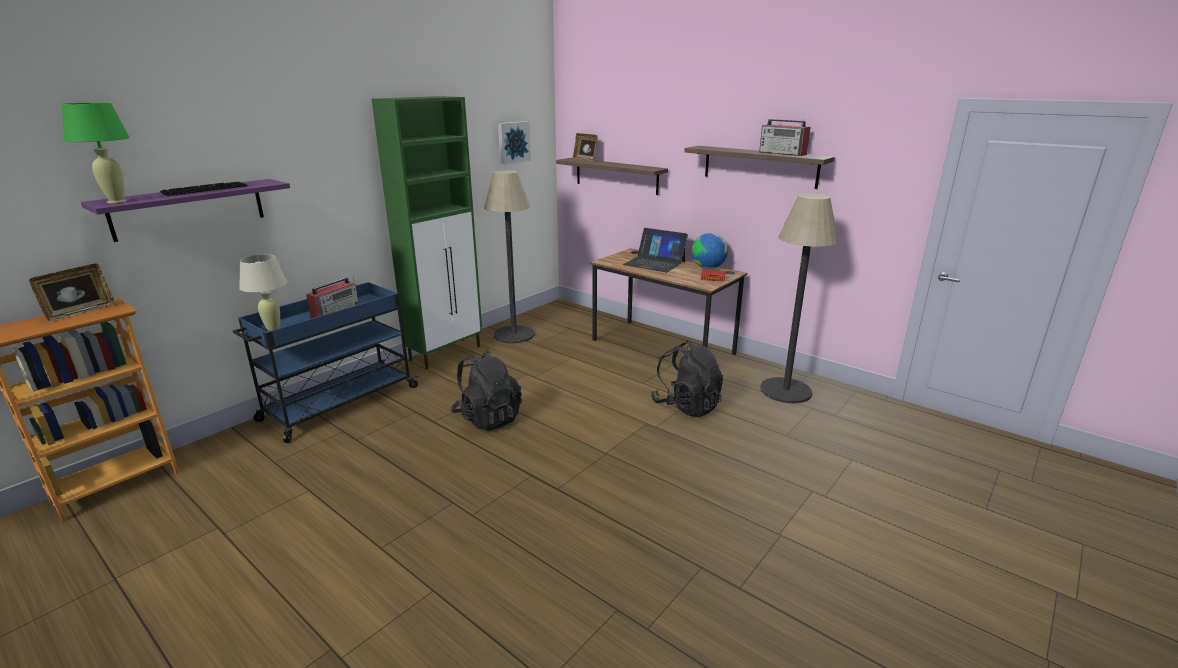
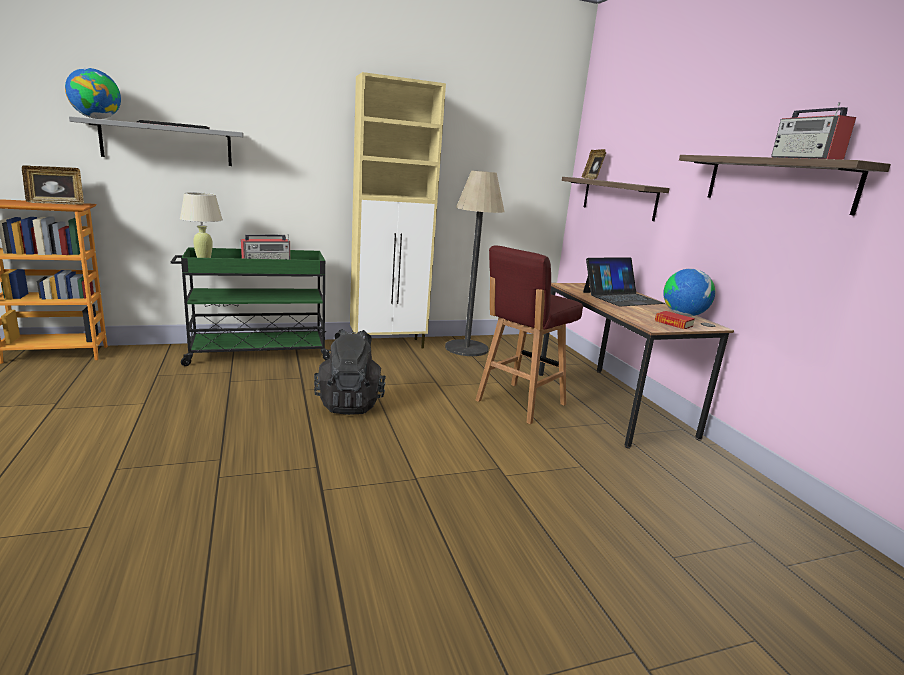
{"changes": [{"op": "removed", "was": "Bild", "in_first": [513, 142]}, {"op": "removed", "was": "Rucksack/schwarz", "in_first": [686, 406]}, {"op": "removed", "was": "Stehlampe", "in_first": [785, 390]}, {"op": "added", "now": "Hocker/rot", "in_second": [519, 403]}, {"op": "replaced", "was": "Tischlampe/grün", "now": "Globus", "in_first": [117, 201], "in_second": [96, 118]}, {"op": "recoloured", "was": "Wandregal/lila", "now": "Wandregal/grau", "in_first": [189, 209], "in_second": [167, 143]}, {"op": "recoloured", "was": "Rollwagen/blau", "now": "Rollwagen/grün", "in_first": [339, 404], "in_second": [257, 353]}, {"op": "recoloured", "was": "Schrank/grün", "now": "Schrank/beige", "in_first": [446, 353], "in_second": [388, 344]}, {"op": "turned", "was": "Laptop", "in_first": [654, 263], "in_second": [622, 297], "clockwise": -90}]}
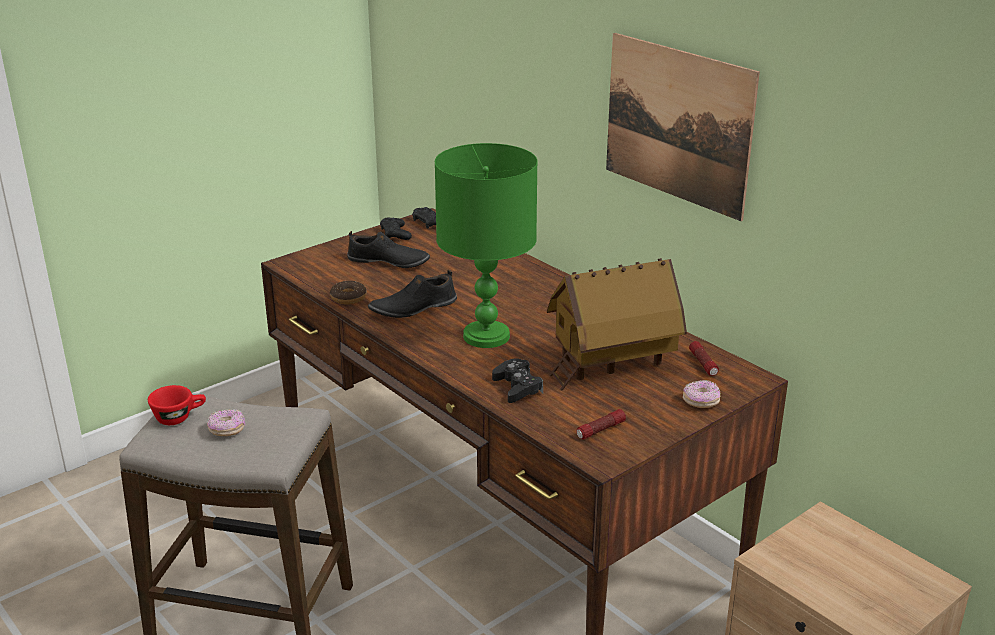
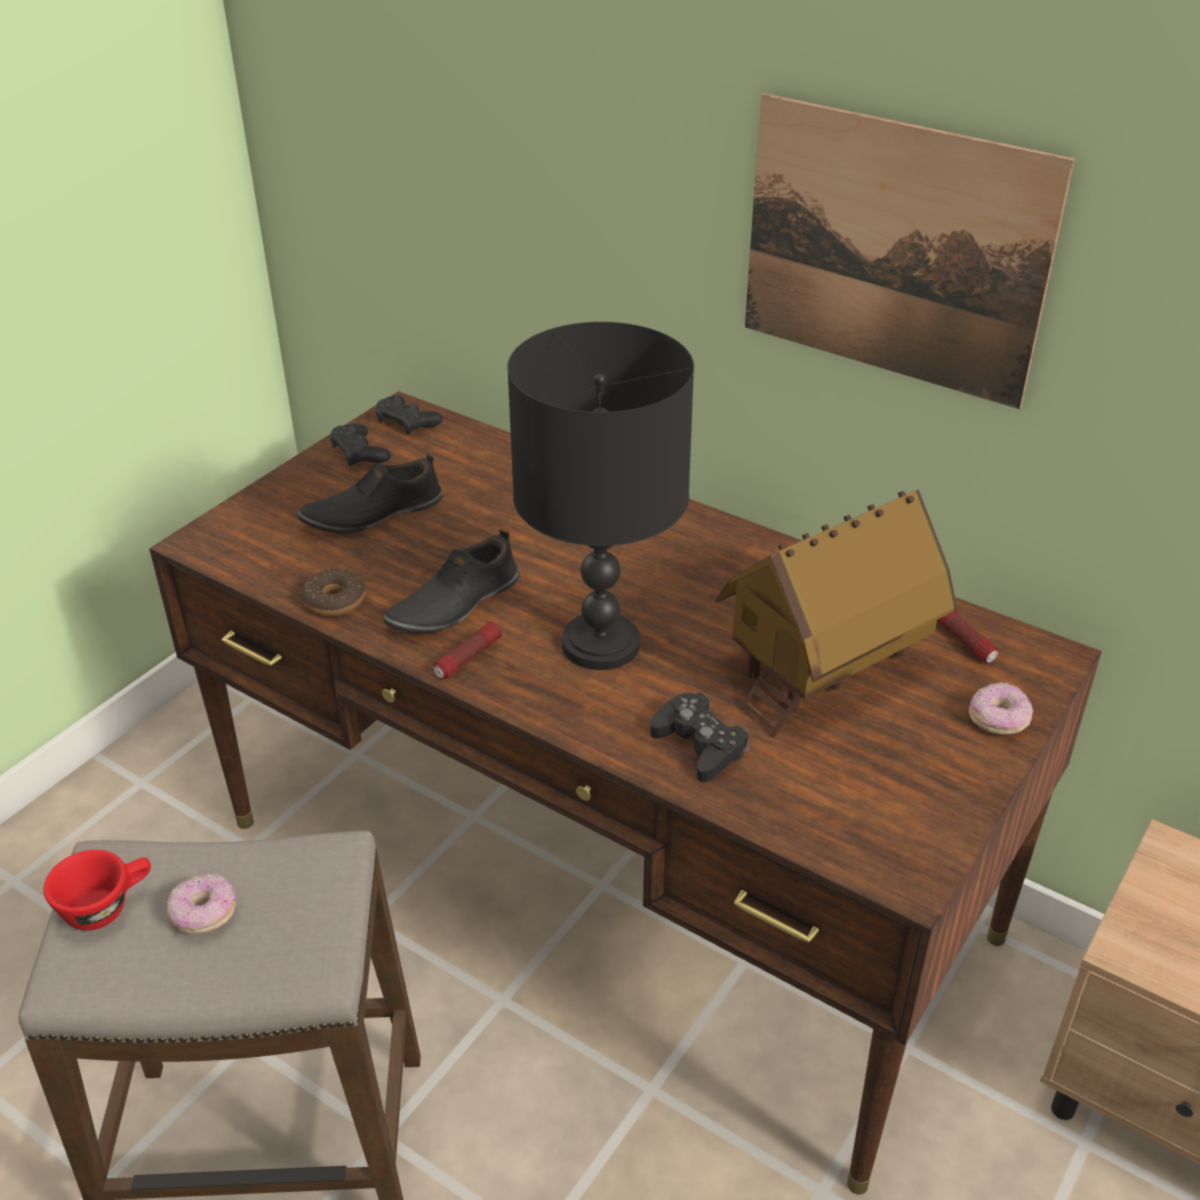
{"changes": [{"op": "moved", "was": "Taschenlampe", "in_first": [600, 430], "in_second": [468, 658]}, {"op": "recoloured", "was": "Tischlampe/grün", "now": "Tischlampe/schwarz", "in_first": [487, 336], "in_second": [602, 643]}, {"op": "turned", "was": "Schuh/schwarz", "in_first": [388, 262], "in_second": [372, 513], "clockwise": 150}]}
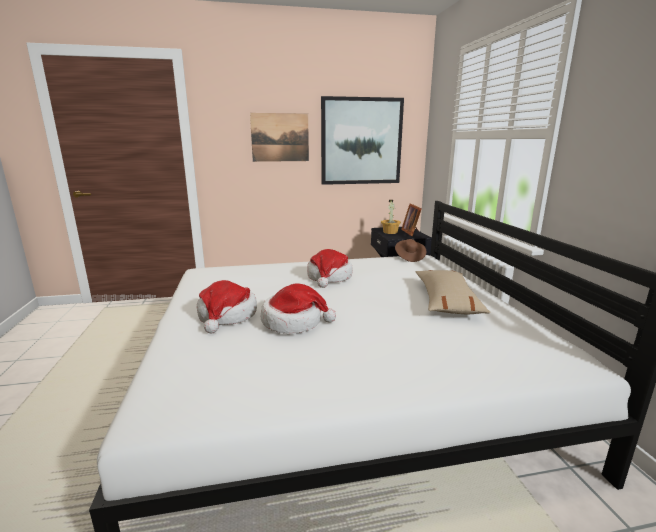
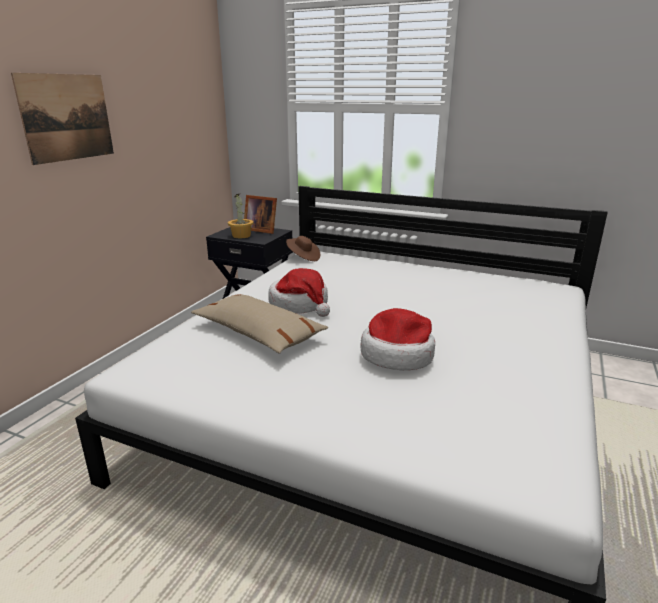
{"changes": [{"op": "removed", "was": "Hut", "in_first": [227, 316]}, {"op": "removed", "was": "Bild", "in_first": [361, 141]}, {"op": "moved", "was": "Kissen/beige", "in_first": [446, 301], "in_second": [258, 333]}]}
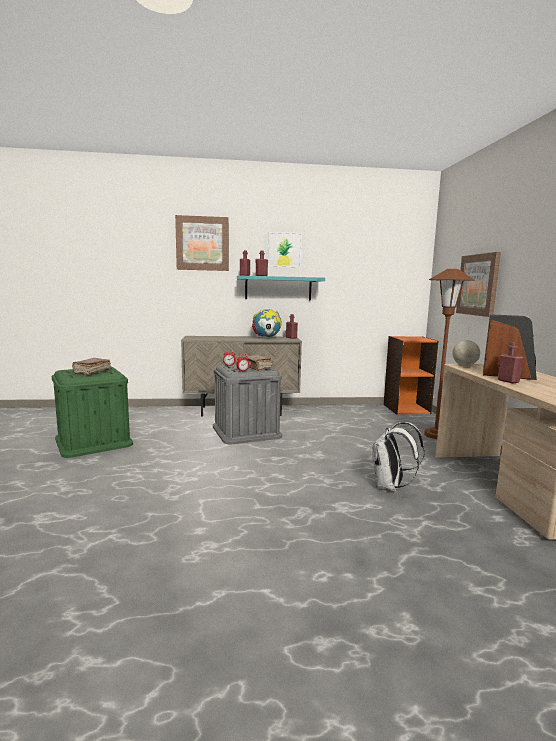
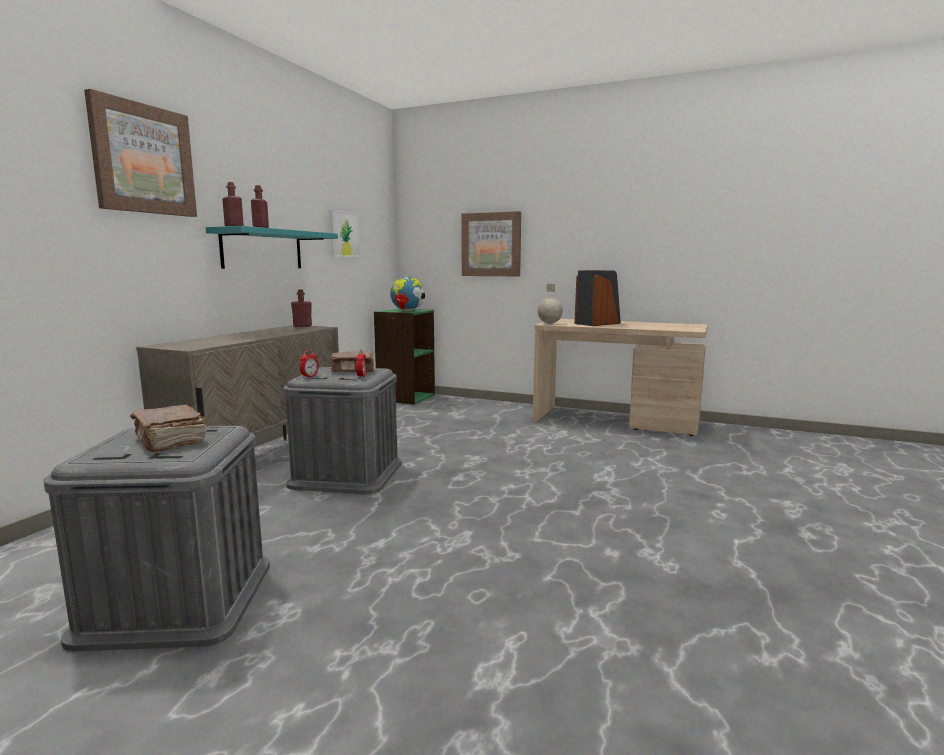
{"changes": [{"op": "removed", "was": "Rucksack/weiß", "in_first": [390, 487]}, {"op": "removed", "was": "Stehlampe/braun", "in_first": [436, 435]}, {"op": "removed", "was": "Flasche/rot", "in_first": [508, 381]}, {"op": "moved", "was": "Globus", "in_first": [266, 338], "in_second": [407, 311]}, {"op": "moved", "was": "Bild", "in_first": [284, 249], "in_second": [344, 234]}, {"op": "recoloured", "was": "Aufbewahrungsbox/grün", "now": "Aufbewahrungsbox/grau", "in_first": [93, 441], "in_second": [177, 599]}, {"op": "recoloured", "was": "Bücherregal/orange", "now": "Bücherregal/grün", "in_first": [406, 409], "in_second": [405, 397]}]}
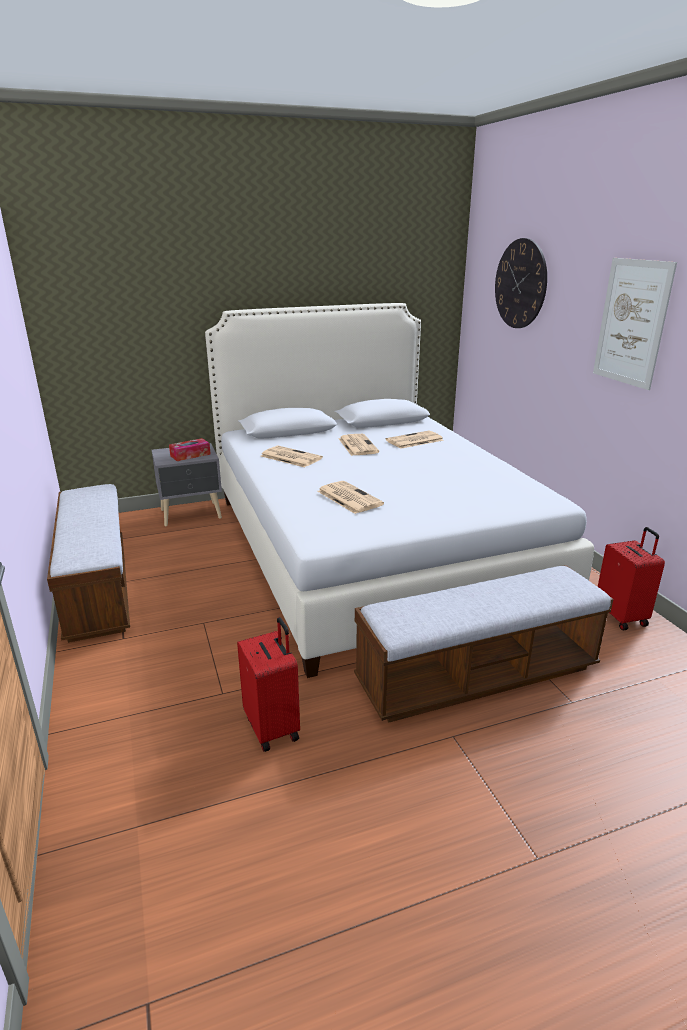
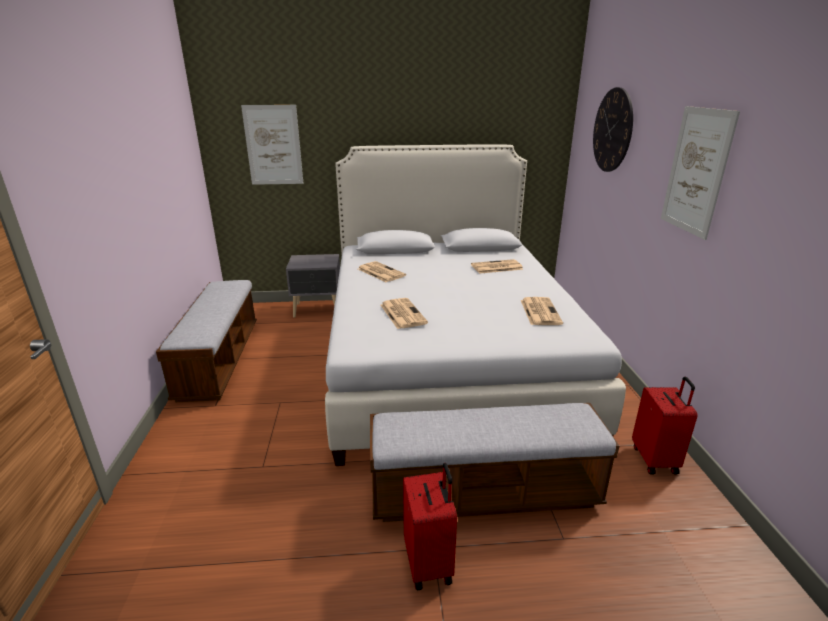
{"changes": [{"op": "removed", "was": "Taschentuchbox", "in_first": [190, 455]}, {"op": "added", "now": "Bild", "in_second": [273, 145]}, {"op": "moved", "was": "Koffer/rot", "in_first": [273, 727], "in_second": [429, 563]}, {"op": "moved", "was": "Zeitung", "in_first": [357, 445], "in_second": [539, 311]}]}
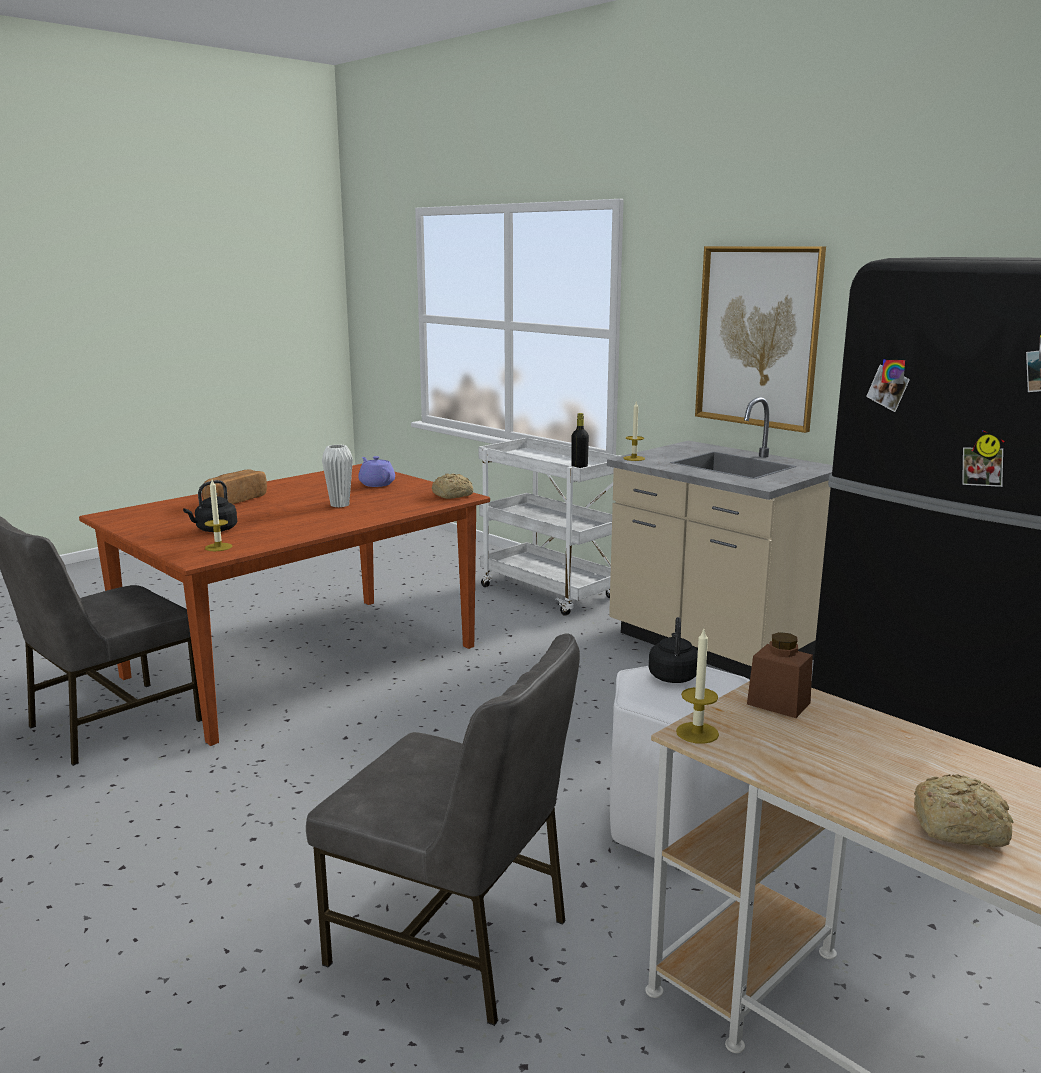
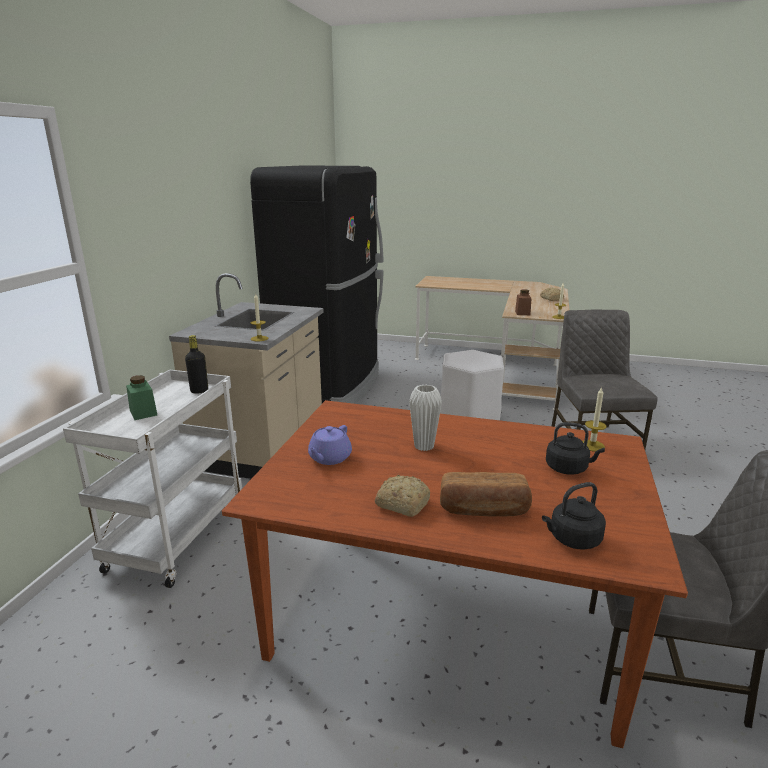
{"changes": [{"op": "removed", "was": "Bild", "in_first": [758, 337]}, {"op": "added", "now": "Vorratsglas/grün", "in_second": [143, 413]}, {"op": "moved", "was": "Brot", "in_first": [453, 495], "in_second": [402, 503]}, {"op": "moved", "was": "Wasserkessel/schwarz", "in_first": [673, 675], "in_second": [572, 539]}]}
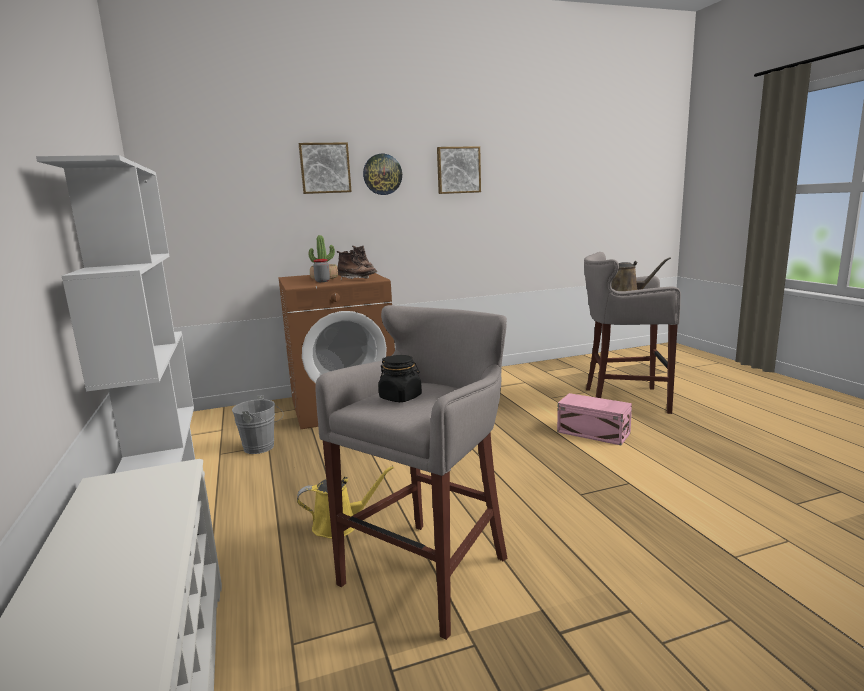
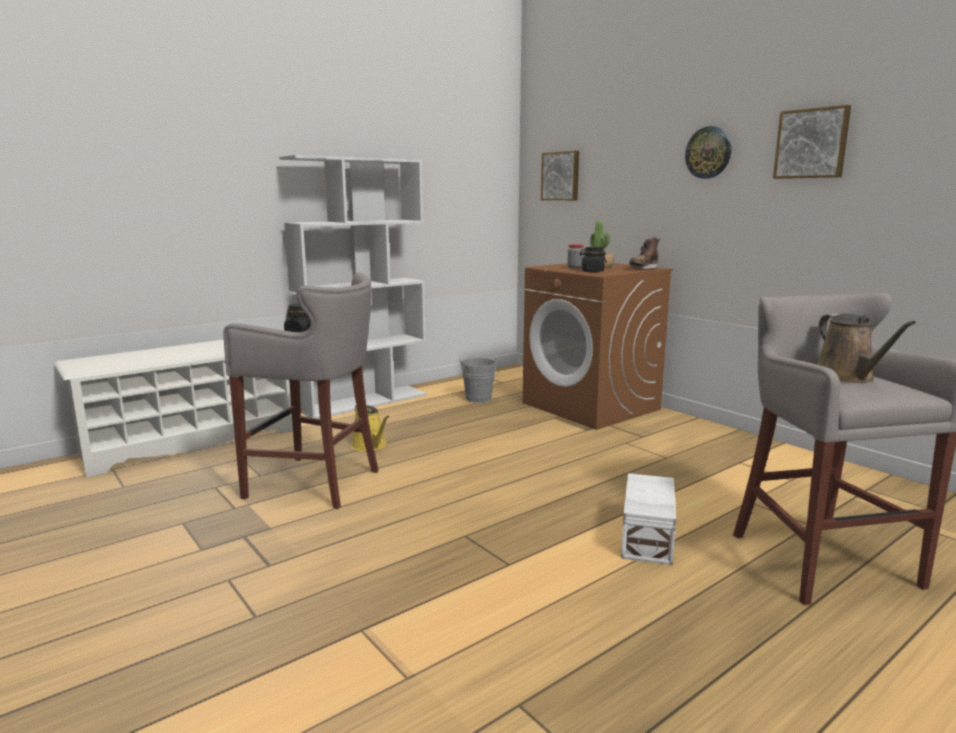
{"changes": [{"op": "moved", "was": "Bild", "in_first": [325, 168], "in_second": [561, 176]}, {"op": "replaced", "was": "Stiefel/braun", "now": "Vorratsglas/schwarz", "in_first": [357, 280], "in_second": [592, 271]}, {"op": "recoloured", "was": "Aufbewahrungsbox/rosa", "now": "Aufbewahrungsbox/weiß", "in_first": [594, 433], "in_second": [645, 537]}]}
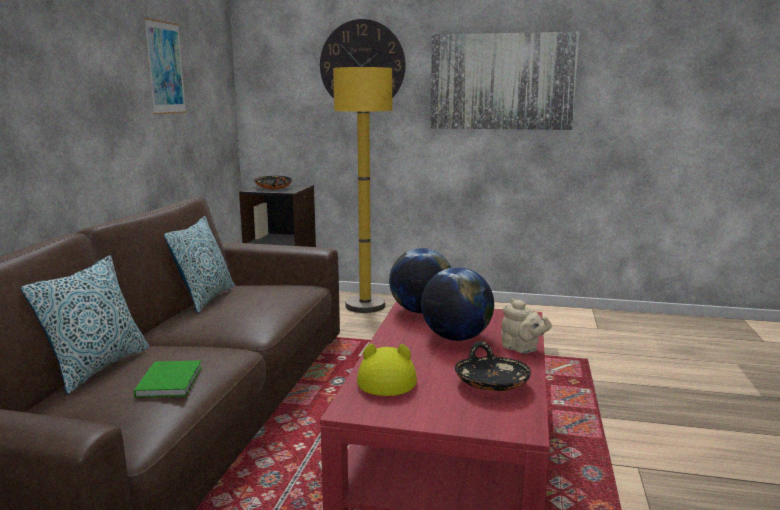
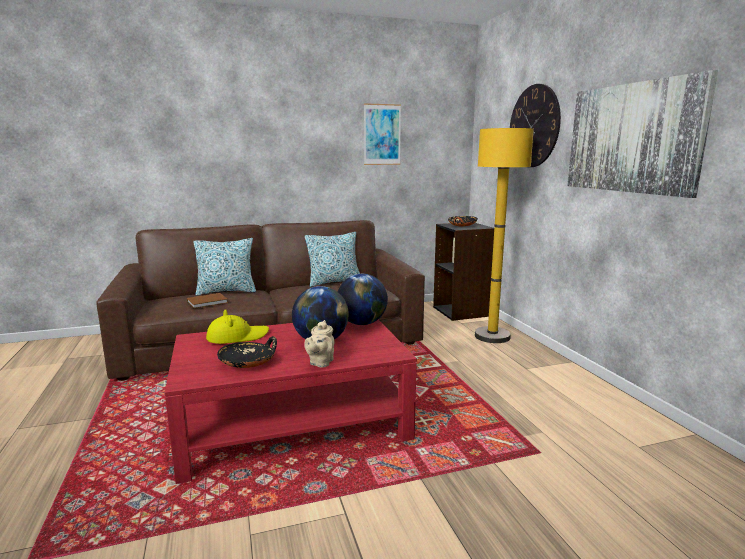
{"changes": [{"op": "recoloured", "was": "Buch/grün", "now": "Buch/braun", "in_first": [171, 381], "in_second": [208, 302]}]}
